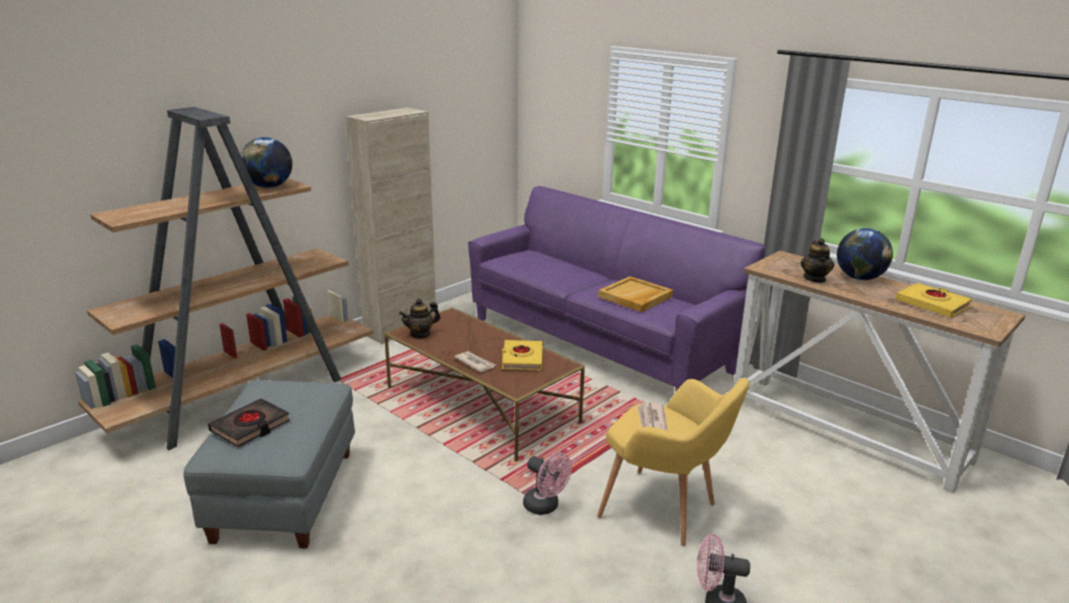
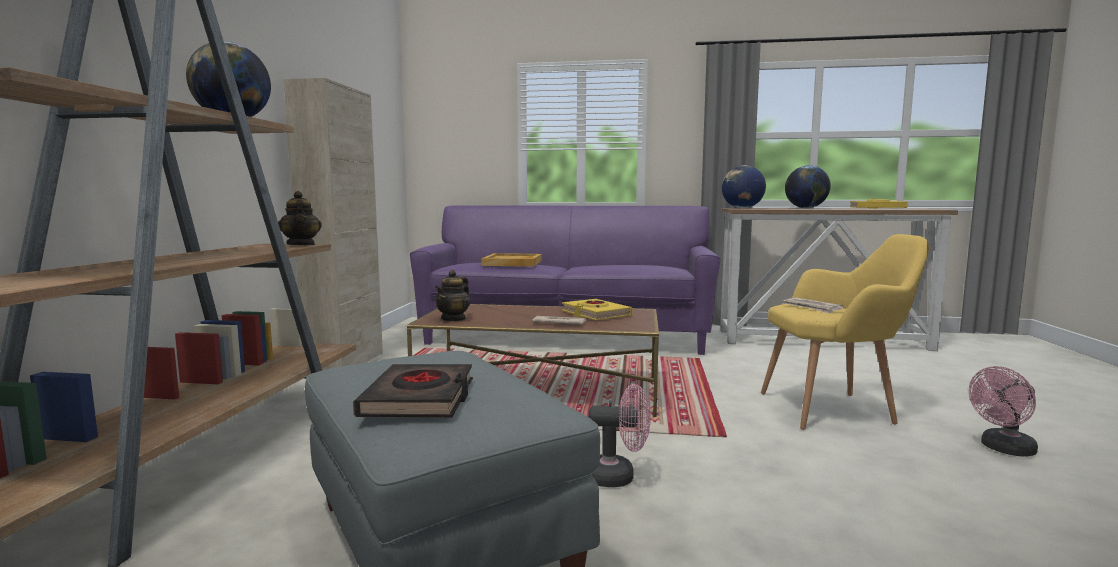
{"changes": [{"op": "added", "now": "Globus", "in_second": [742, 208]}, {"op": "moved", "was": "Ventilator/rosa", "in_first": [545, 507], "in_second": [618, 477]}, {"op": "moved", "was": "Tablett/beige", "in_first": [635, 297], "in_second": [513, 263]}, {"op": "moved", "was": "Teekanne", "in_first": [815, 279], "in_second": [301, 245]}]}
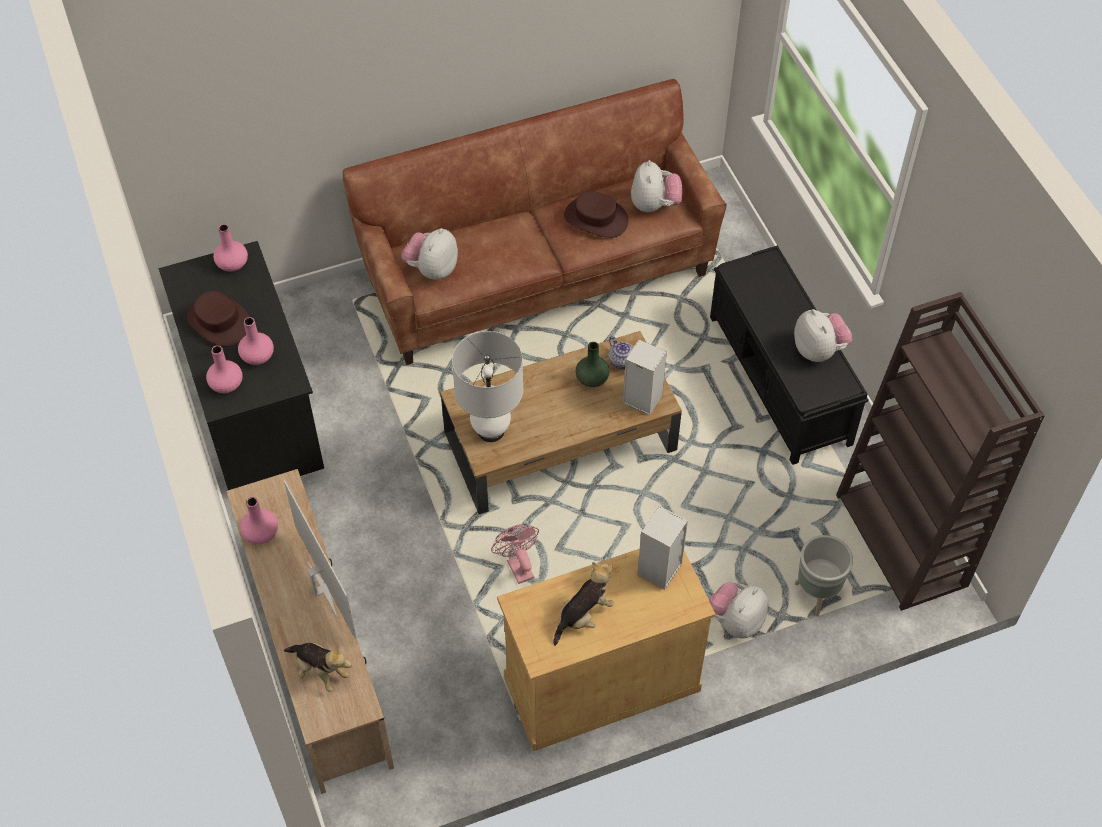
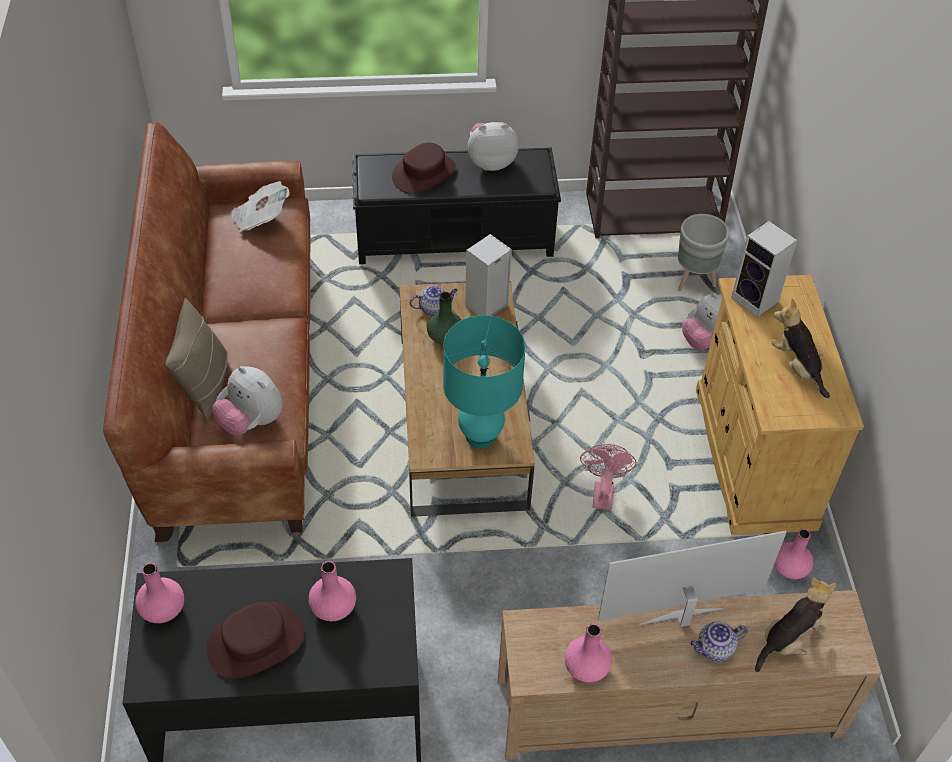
{"changes": [{"op": "added", "now": "Kissen/beige", "in_second": [205, 384]}, {"op": "added", "now": "Teekanne", "in_second": [714, 649]}, {"op": "moved", "was": "Vase/rosa", "in_first": [226, 384], "in_second": [790, 568]}, {"op": "moved", "was": "Hut/braun", "in_first": [595, 218], "in_second": [424, 173]}, {"op": "replaced", "was": "Plüschtier", "now": "Zeitung", "in_first": [654, 205], "in_second": [260, 218]}, {"op": "recoloured", "was": "Tischlampe/weiß", "now": "Tischlampe/türkis", "in_first": [491, 431], "in_second": [480, 435]}, {"op": "turned", "was": "Ventilator/rosa", "in_first": [517, 565], "in_second": [602, 492], "clockwise": 105}]}
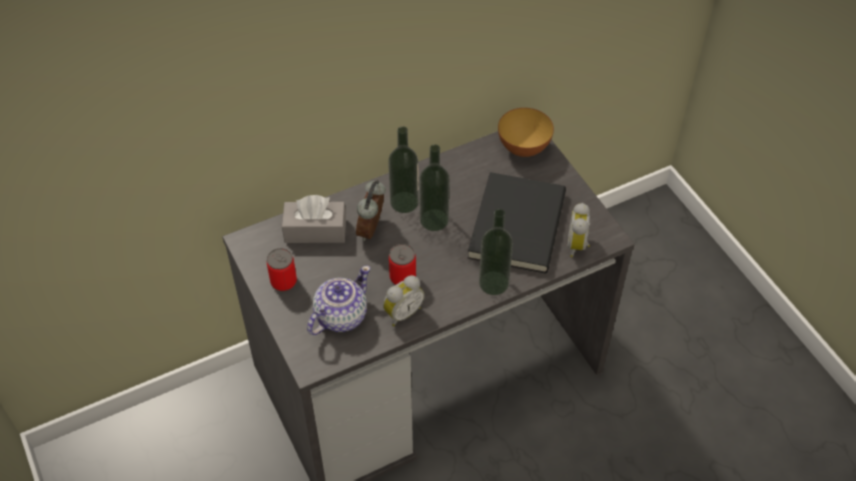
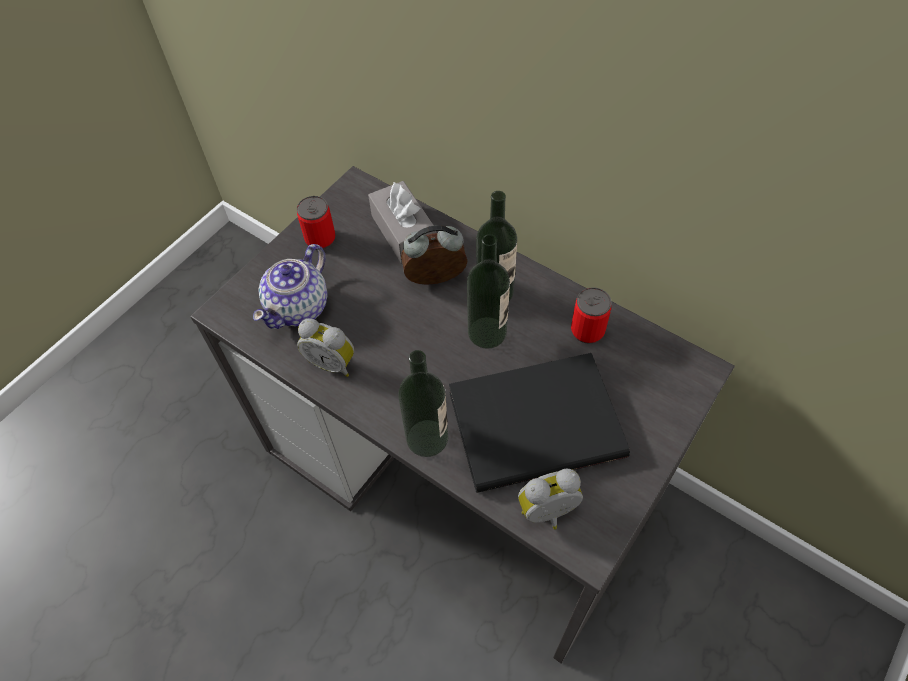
{"changes": [{"op": "removed", "was": "Schüssel", "in_first": [523, 148]}, {"op": "moved", "was": "Dose", "in_first": [402, 277], "in_second": [587, 331]}, {"op": "turned", "was": "Teekanne", "in_first": [340, 316], "in_second": [299, 307], "clockwise": 105}]}
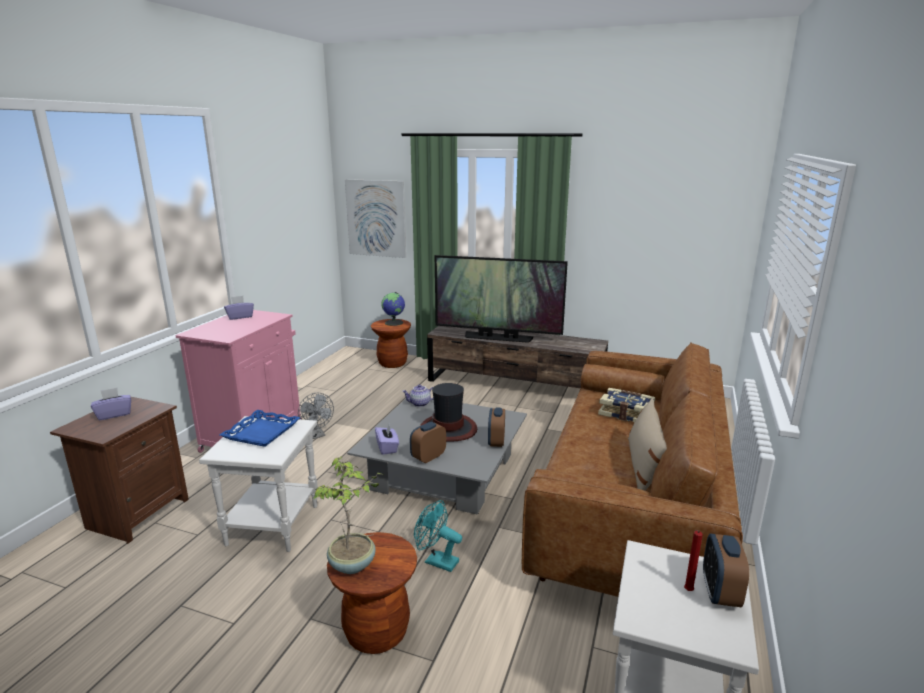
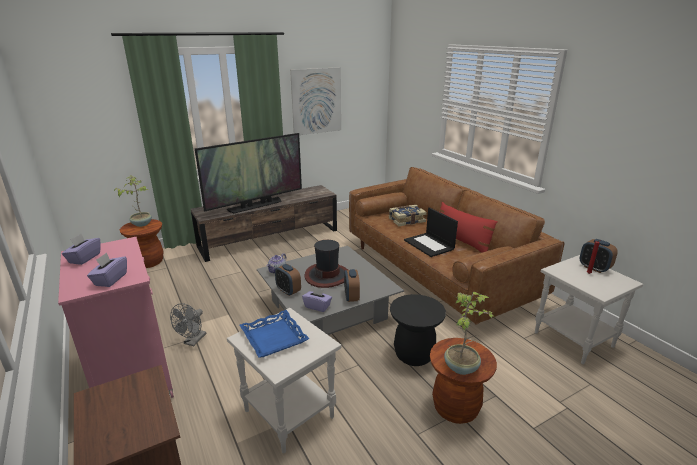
{"changes": [{"op": "added", "now": "Laptop", "in_second": [429, 245]}, {"op": "moved", "was": "Taschentuchbox/lila", "in_first": [114, 414], "in_second": [110, 279]}, {"op": "moved", "was": "Bild", "in_first": [376, 218], "in_second": [316, 101]}, {"op": "moved", "was": "Wecker", "in_first": [496, 441], "in_second": [288, 291]}, {"op": "replaced", "was": "Globus", "now": "Topfpflanze", "in_first": [394, 323], "in_second": [141, 224]}, {"op": "replaced", "was": "Ventilator/türkis", "now": "Hocker/schwarz", "in_first": [436, 561], "in_second": [414, 355]}, {"op": "recoloured", "was": "Kissen/beige", "now": "Kissen/rot", "in_first": [643, 467], "in_second": [461, 241]}, {"op": "turned", "was": "Ventilator/grau", "in_first": [317, 435], "in_second": [193, 341], "clockwise": 105}]}
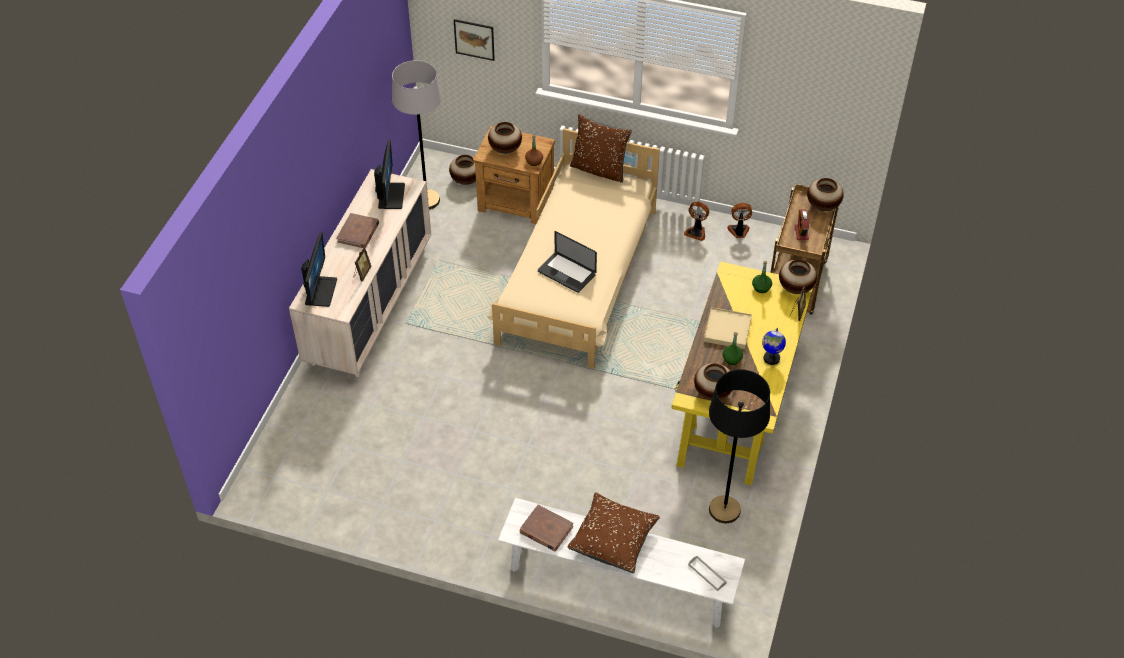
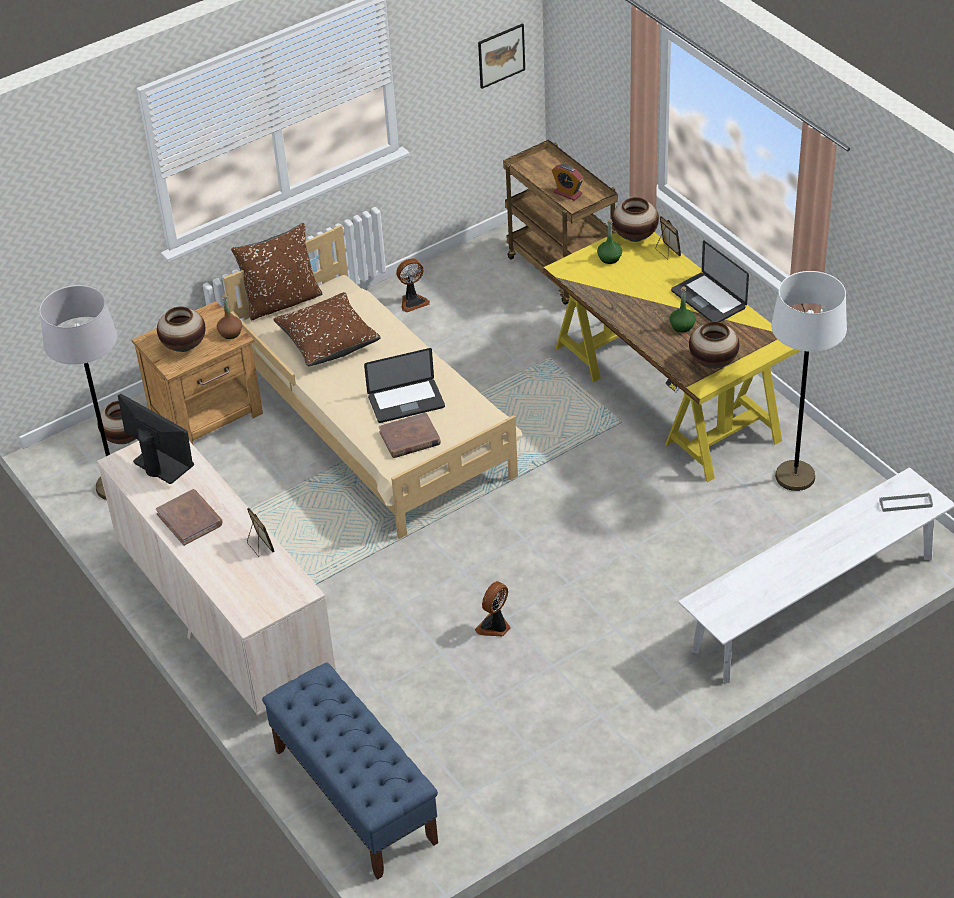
{"changes": [{"op": "removed", "was": "Monitor", "in_first": [320, 291]}, {"op": "removed", "was": "Tablett/beige", "in_first": [727, 330]}, {"op": "removed", "was": "Vase", "in_first": [823, 206]}, {"op": "added", "now": "Bank/blau", "in_second": [354, 795]}, {"op": "moved", "was": "Bild", "in_first": [474, 39], "in_second": [501, 55]}, {"op": "moved", "was": "Buch/braun", "in_first": [546, 530], "in_second": [410, 438]}, {"op": "moved", "was": "Kissen/braun", "in_first": [613, 540], "in_second": [328, 341]}, {"op": "moved", "was": "Ventilator", "in_first": [738, 231], "in_second": [495, 626]}, {"op": "replaced", "was": "Globus", "now": "Laptop", "in_first": [771, 358], "in_second": [708, 299]}, {"op": "recoloured", "was": "Stehlampe/schwarz", "now": "Stehlampe/weiß", "in_first": [724, 510], "in_second": [795, 477]}]}
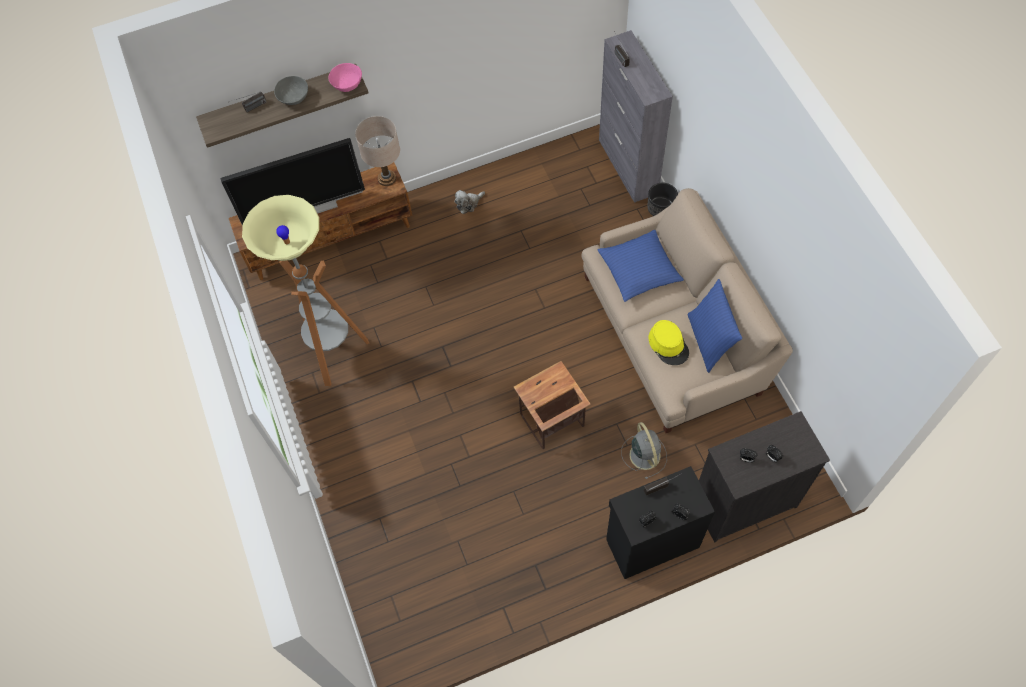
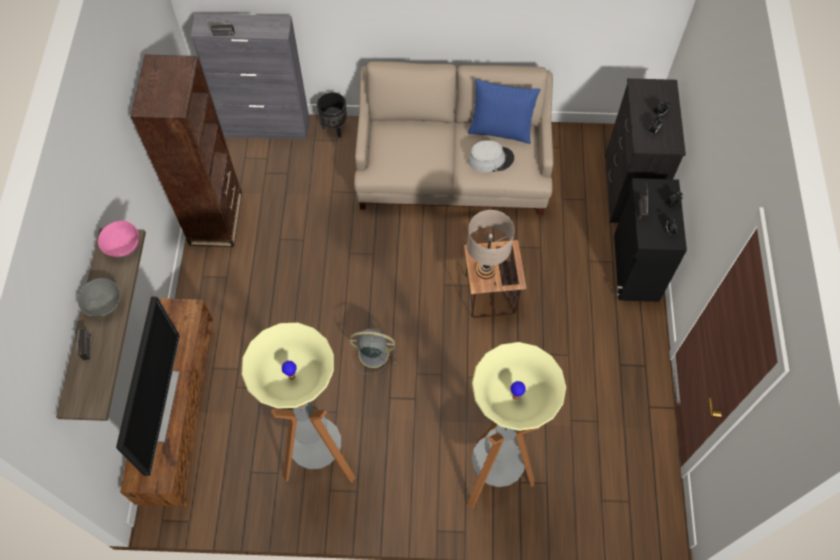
{"changes": [{"op": "removed", "was": "Plüschtier", "in_first": [468, 204]}, {"op": "removed", "was": "Kissen/blau", "in_first": [639, 270]}, {"op": "added", "now": "Bücherregal/braun", "in_second": [216, 218]}, {"op": "added", "now": "Stehlampe", "in_second": [494, 476]}, {"op": "moved", "was": "Tischlampe/beige", "in_first": [387, 178], "in_second": [486, 270]}, {"op": "moved", "was": "Ventilator/grau", "in_first": [644, 454], "in_second": [372, 353]}, {"op": "recoloured", "was": "Hut/gelb", "now": "Hut/grau", "in_first": [668, 345], "in_second": [490, 159]}]}
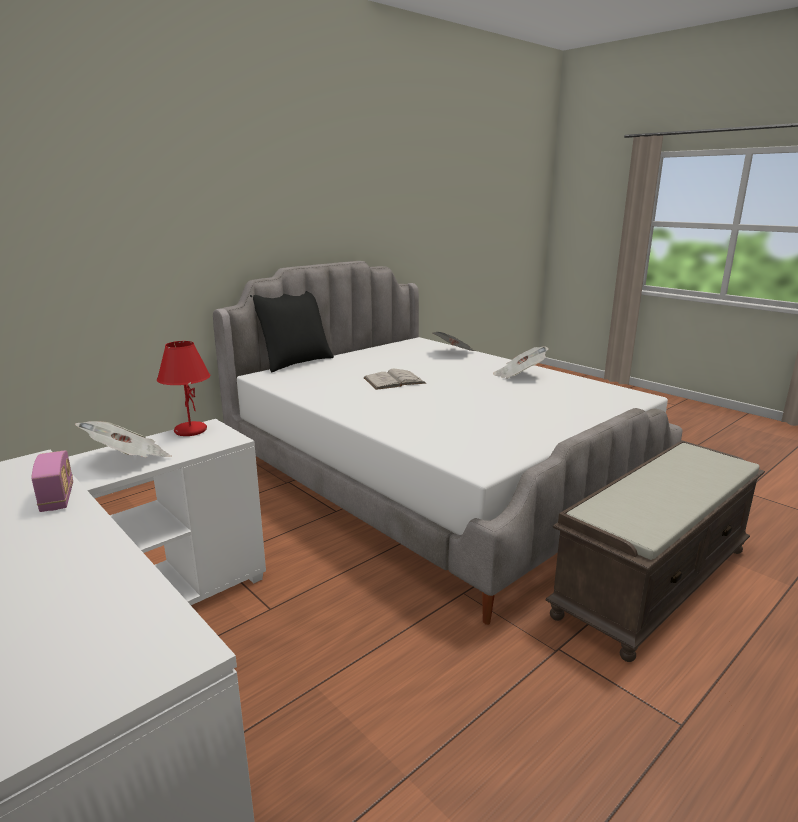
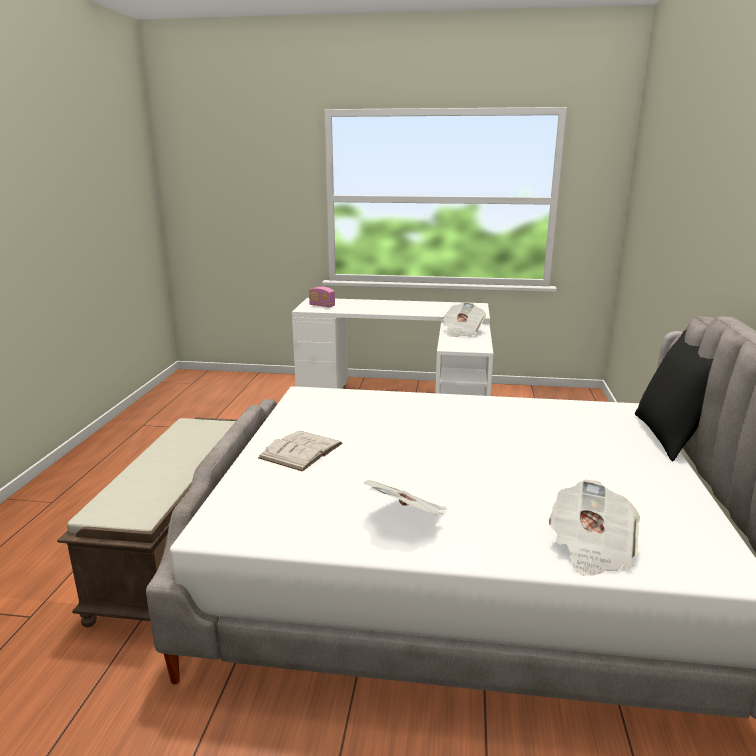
{"changes": [{"op": "removed", "was": "Tischlampe/rot", "in_first": [190, 431]}, {"op": "moved", "was": "Radio", "in_first": [58, 498], "in_second": [322, 306]}, {"op": "moved", "was": "Buch/weiß", "in_first": [394, 380], "in_second": [301, 450]}]}
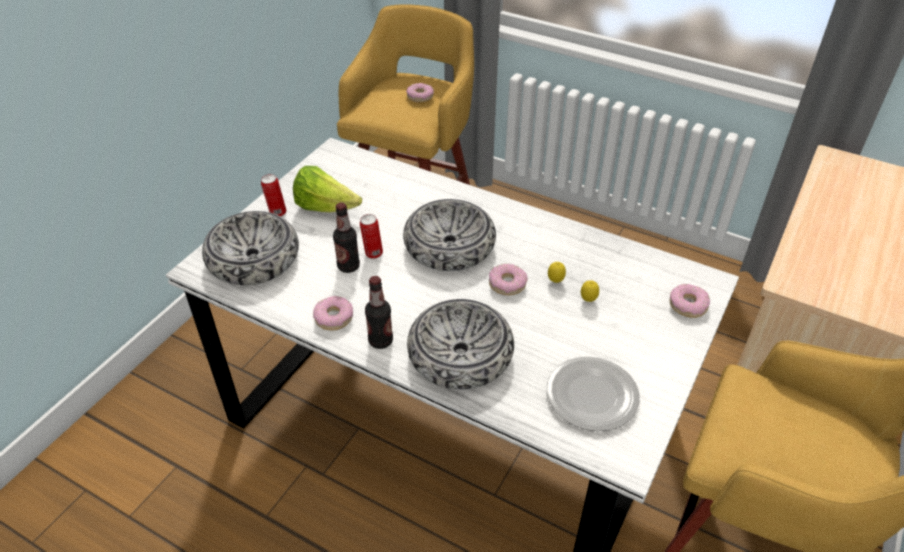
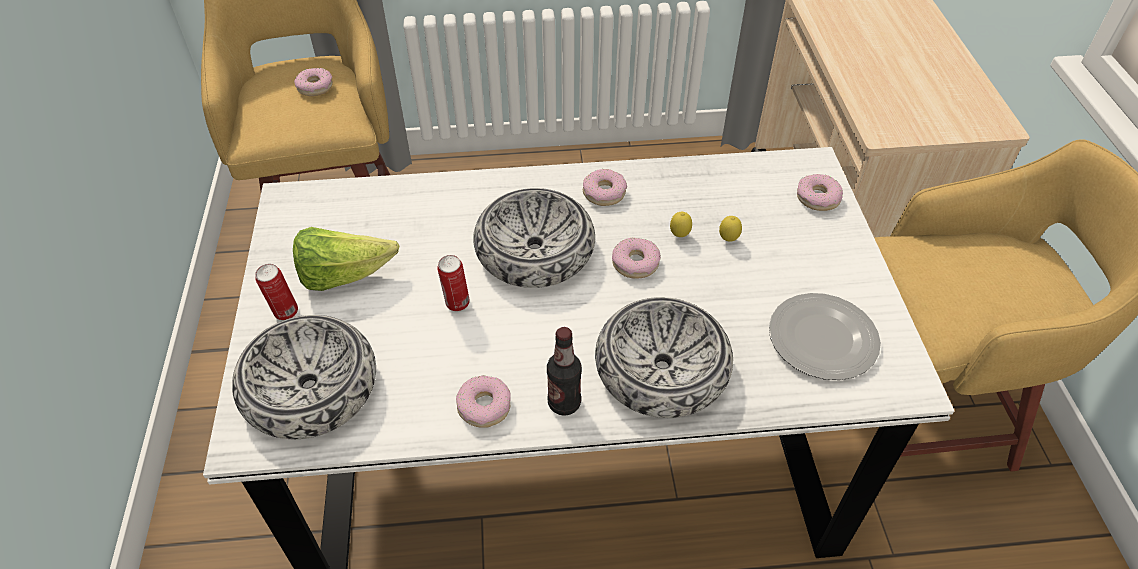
{"changes": [{"op": "removed", "was": "Flasche", "in_first": [348, 266]}, {"op": "added", "now": "Donut", "in_second": [604, 193]}]}
